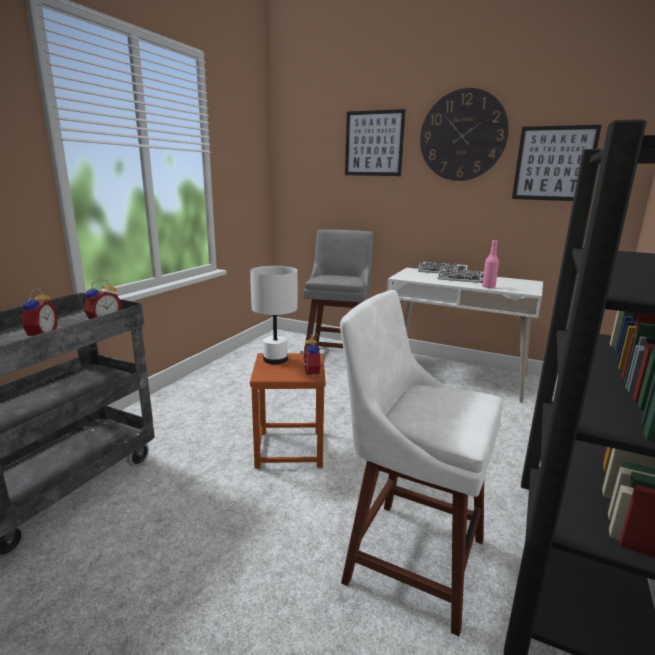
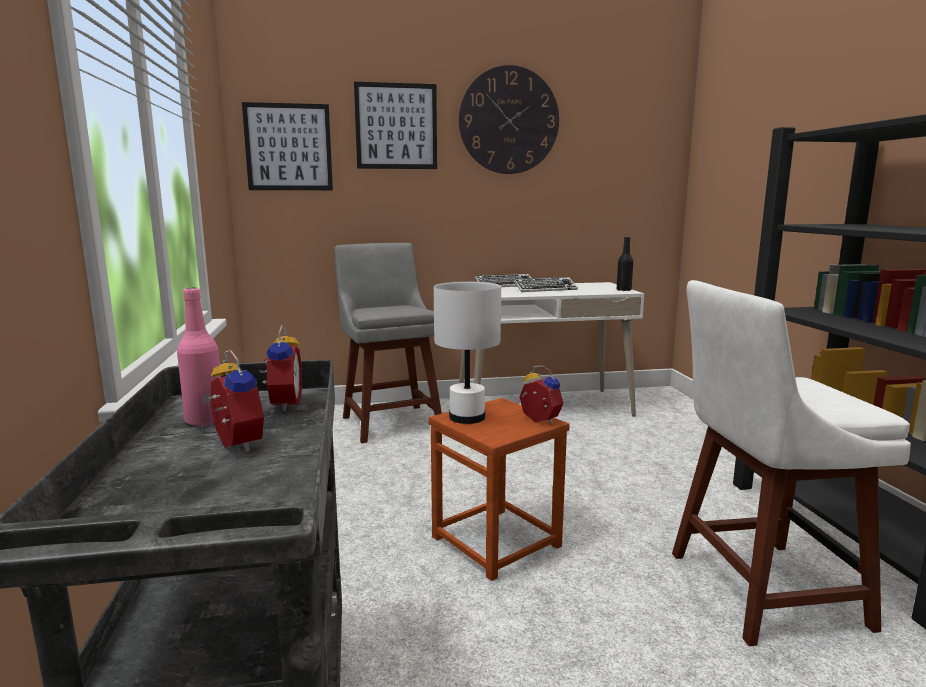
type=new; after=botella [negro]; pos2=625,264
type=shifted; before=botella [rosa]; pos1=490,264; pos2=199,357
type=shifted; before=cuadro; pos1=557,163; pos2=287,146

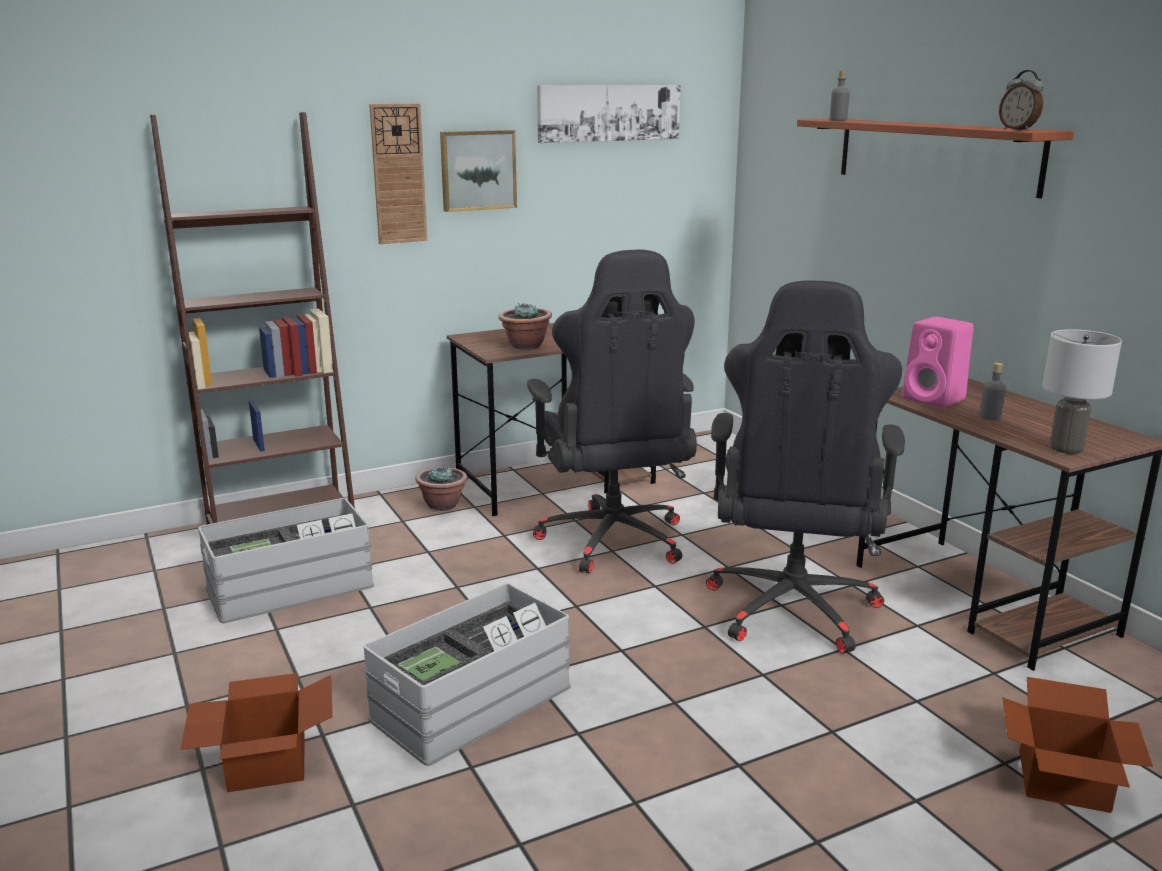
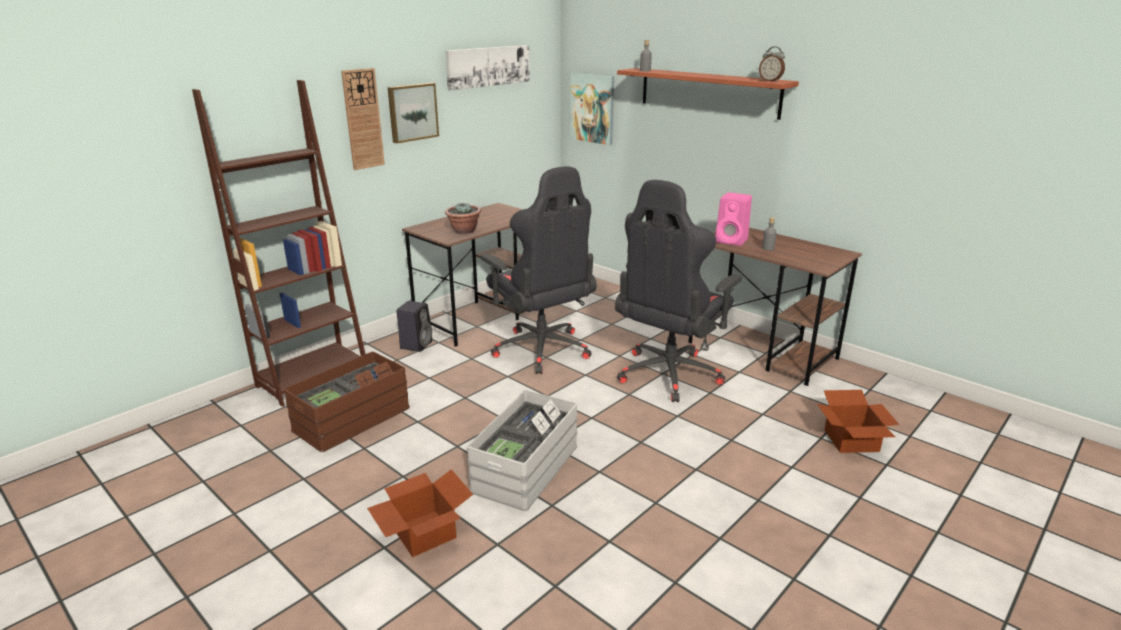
type=gone; before=lámpara de mesa [blanco]; pos1=1082,391
type=new; after=cuadro; pos2=592,108
type=swapped; before=planta en maceta; after=altavoz [negro]; pos1=441,488; pos2=414,326
type=repainted; before=caja de almacenaje [gris]; after=caja de almacenaje [marrón]; pos1=286,560; pos2=347,402
type=rotated; before=silla de oficina [negro]; pos1=805,466; pos2=678,291; turn=45

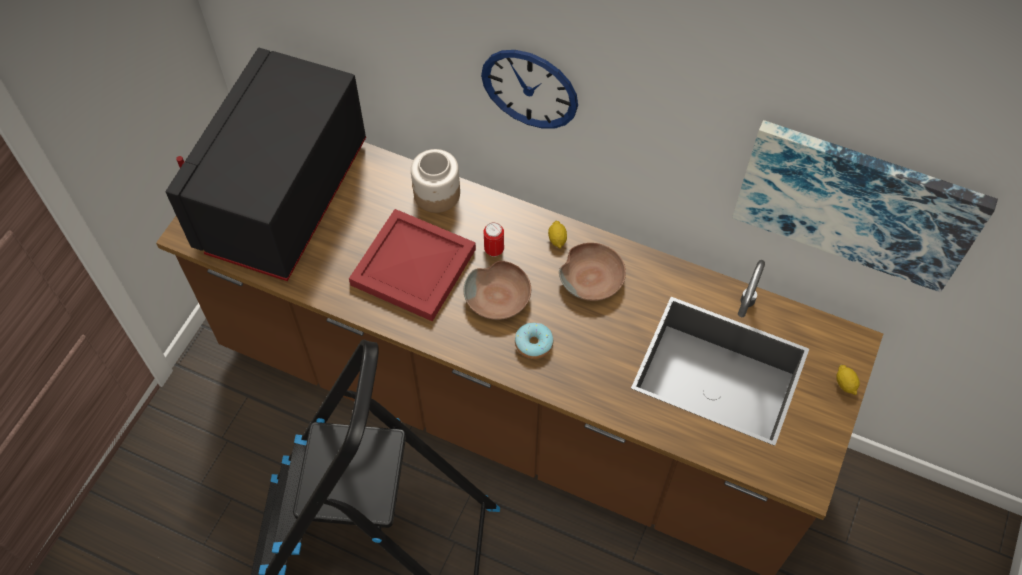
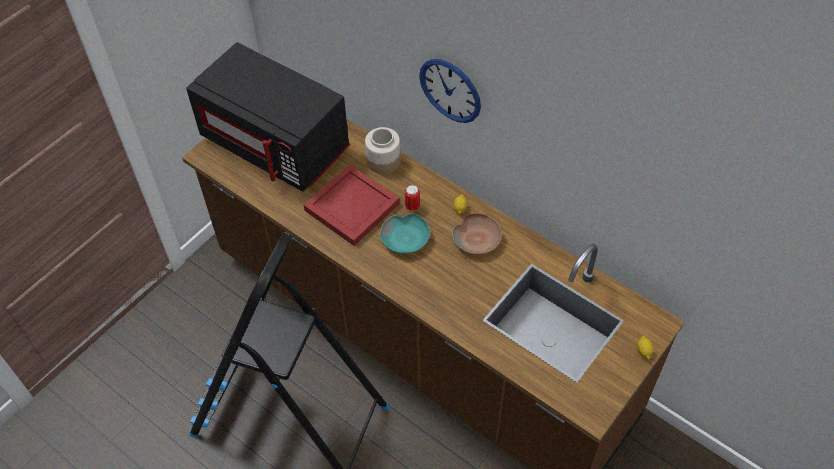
type=gone; before=rosquilla; pos1=534,341
type=gone; before=cuadro; pos1=865,206
type=repainted; before=cuenco [marrón]; after=cuenco [turquesa]; pos1=497,290; pos2=405,233
type=rotated; before=microondas [negro]; pos1=266,164; pos2=268,117; turn=-90

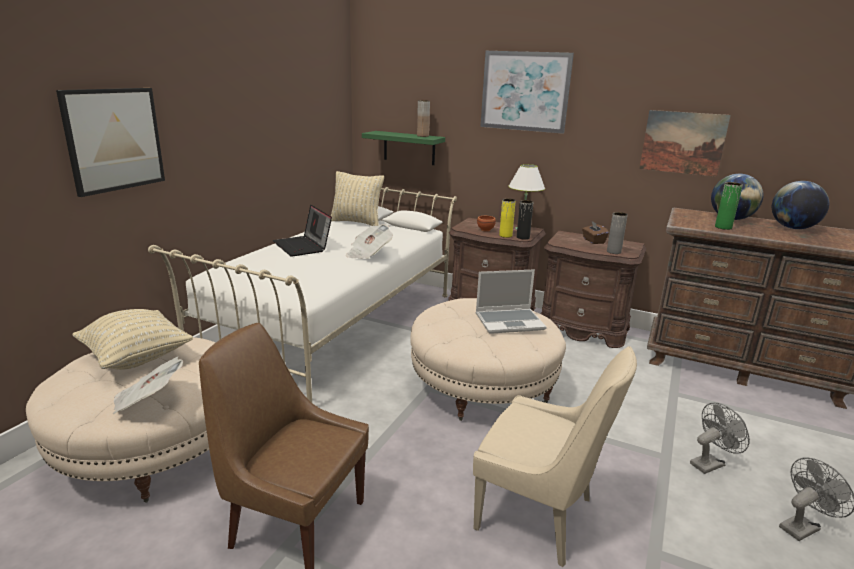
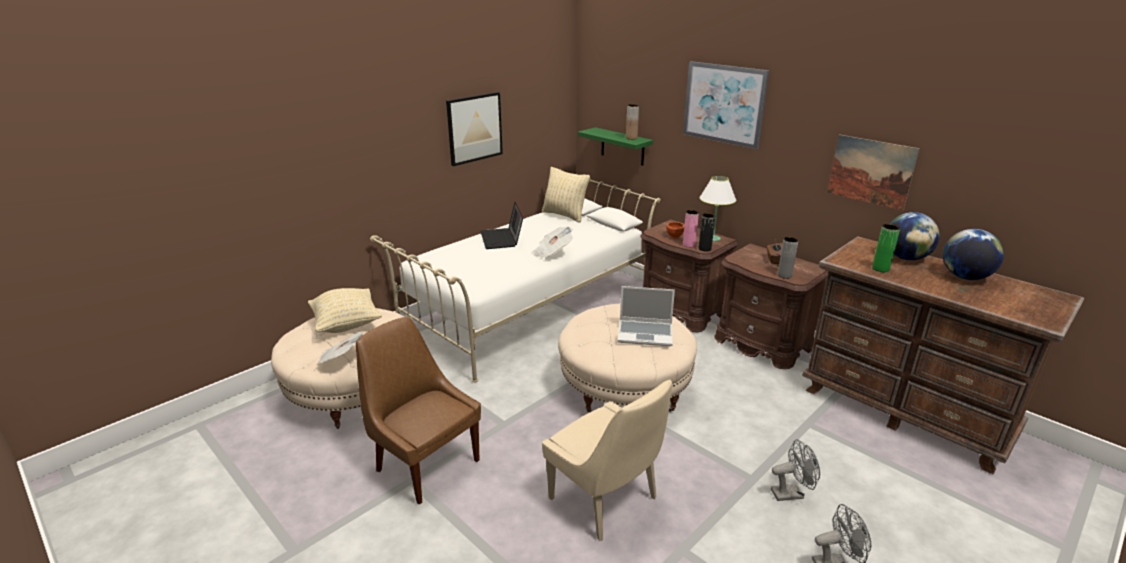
type=shifted; before=cuadro; pos1=110,142; pos2=474,129
type=repainted; before=florero [amarillo]; after=florero [rosa]; pos1=507,218; pos2=691,229

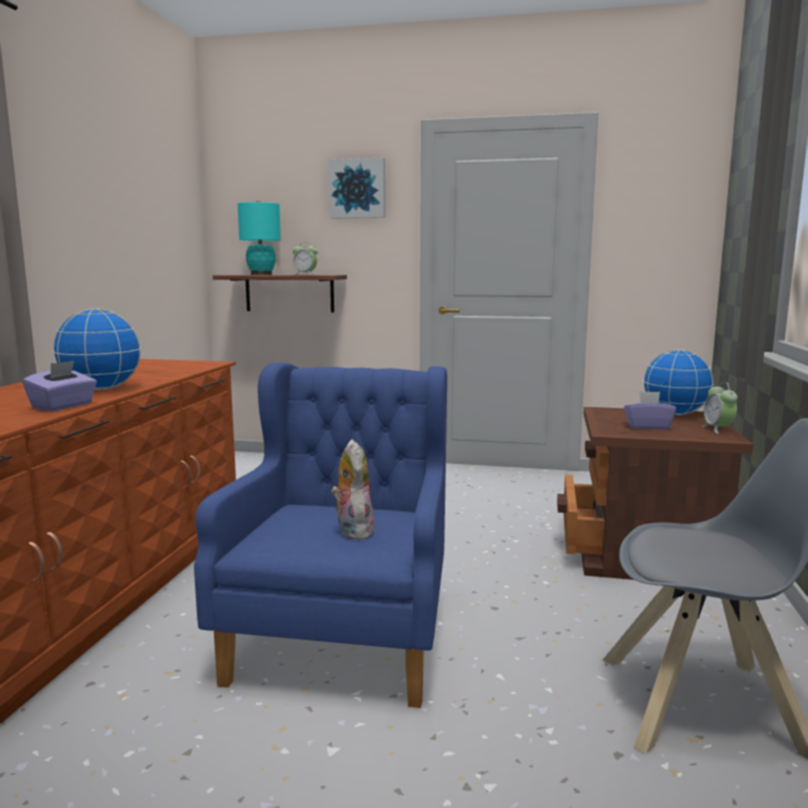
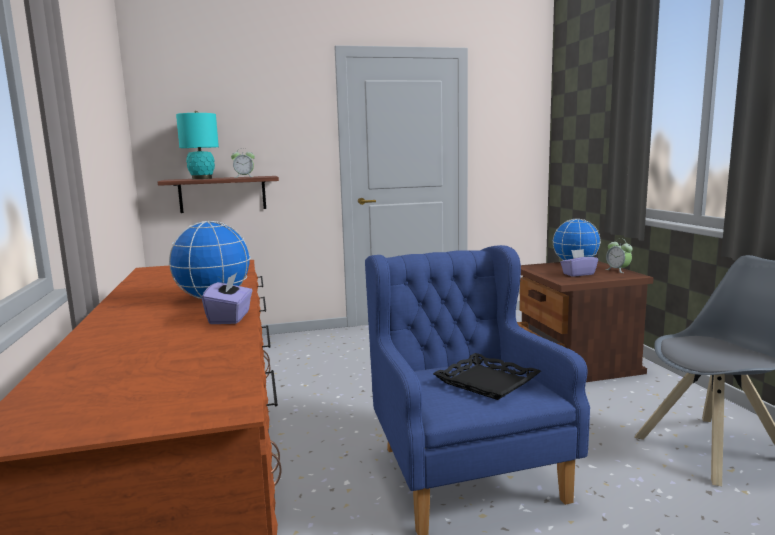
type=gone; before=cuadro; pos1=356,188
type=swapped; before=peluche; after=bandeja [negro]; pos1=353,489; pos2=487,376

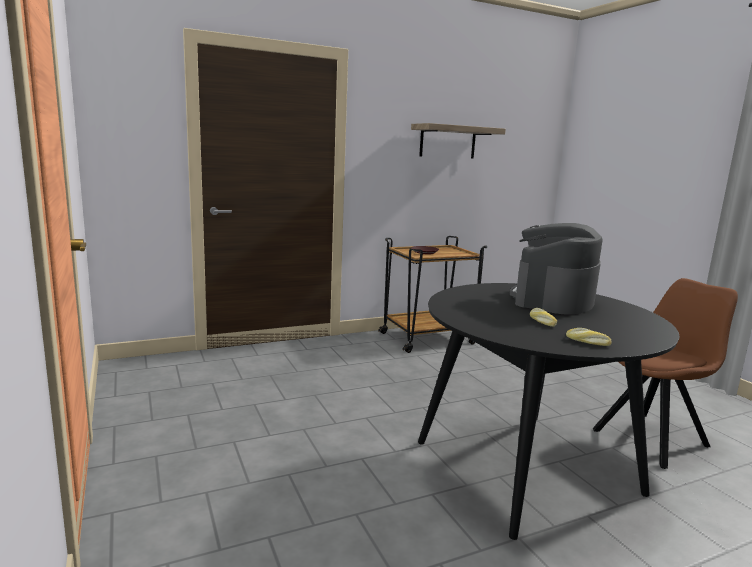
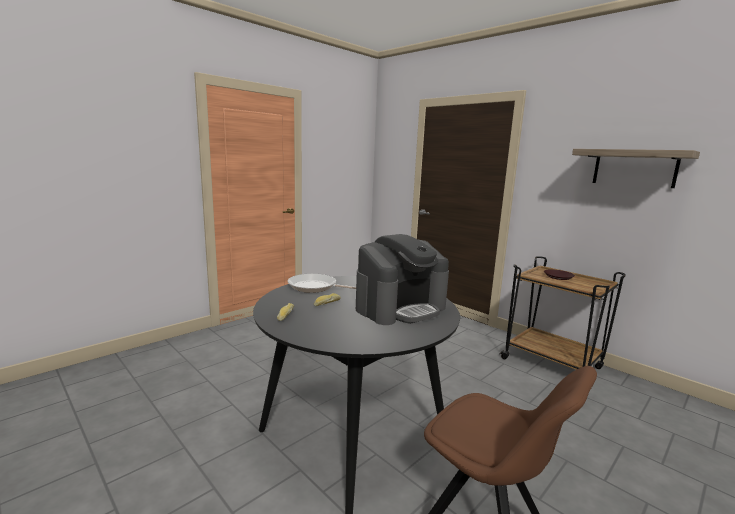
type=new; after=sartén; pos2=322,283
type=rotated; before=cafetera; pos1=556,269; pos2=402,279; turn=135

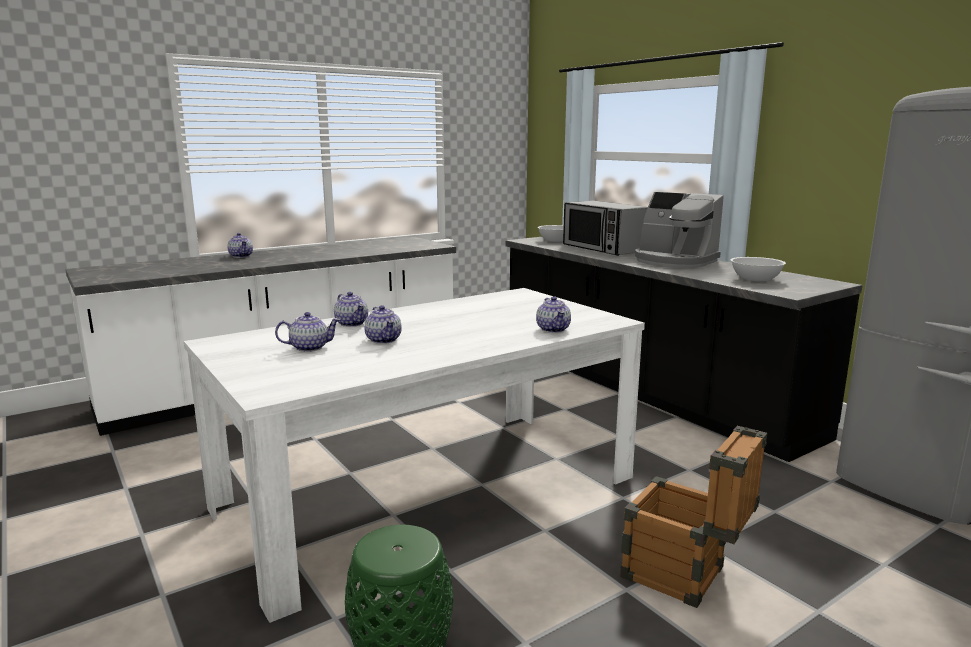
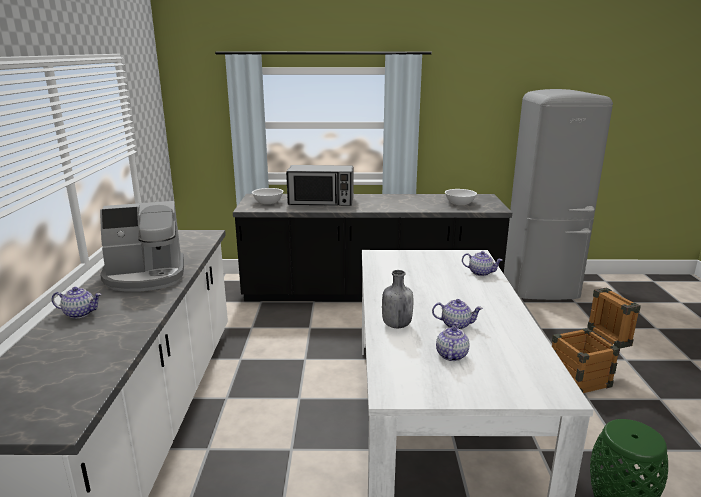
type=shifted; before=cafetera; pos1=679,230; pos2=142,246
type=swapped; before=tetera; after=botella [gris]; pos1=351,309; pos2=397,299

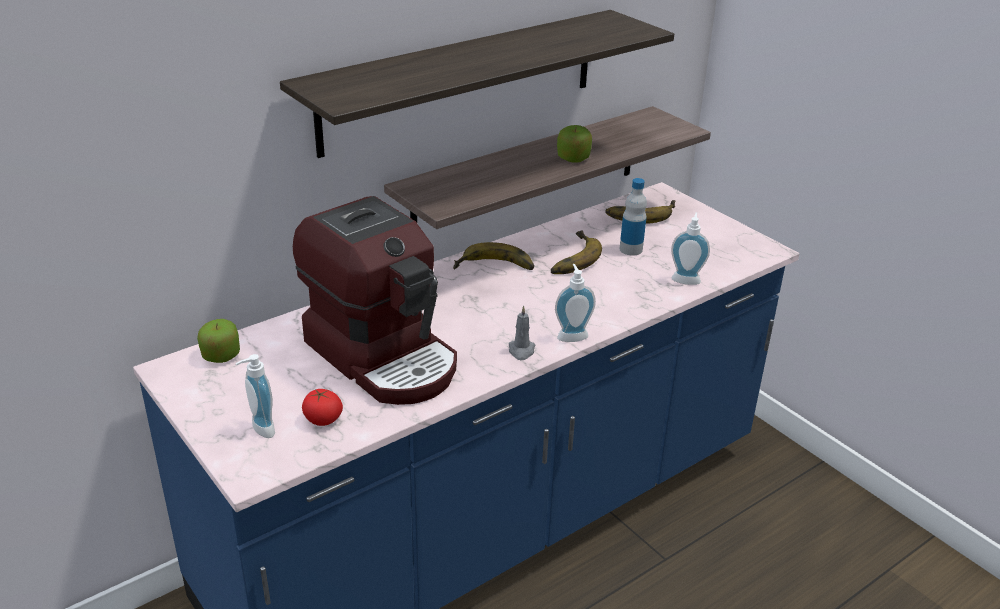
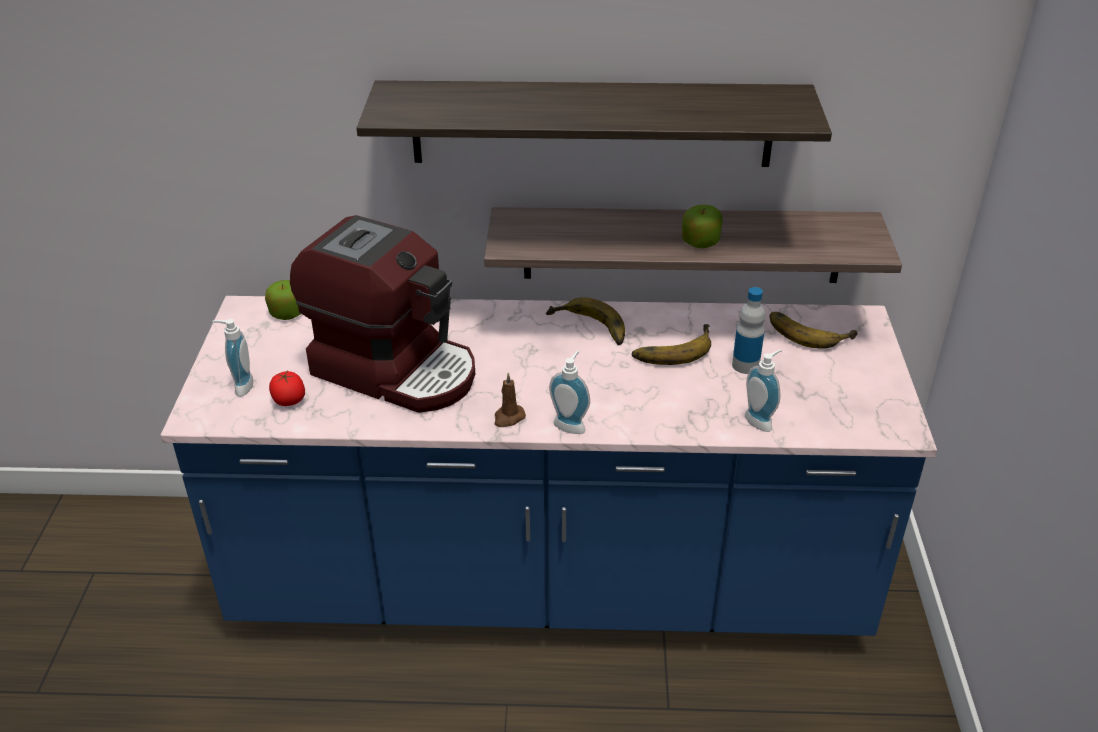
type=repainted; before=vela [gris]; after=vela [marrón]; pos1=522,332; pos2=510,400
type=rotated; before=cafetera; pos1=375,300; pos2=382,314; turn=-60

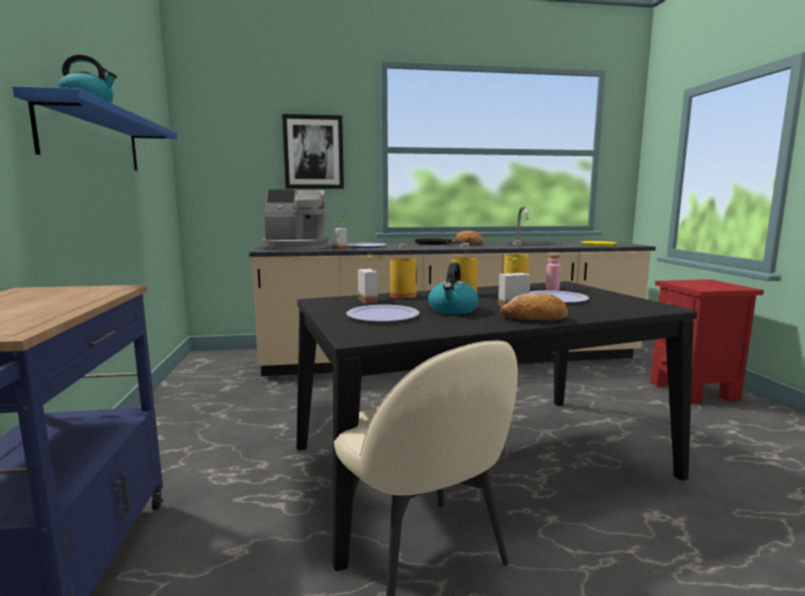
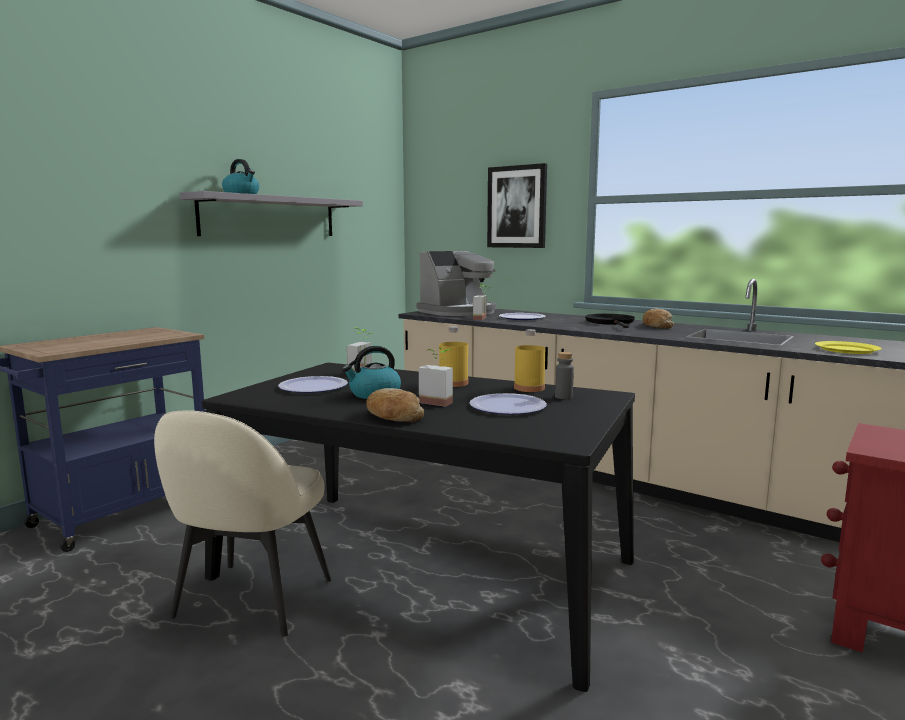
type=gone; before=botella [amarillo]; pos1=403,271
type=repainted; before=estante [azul]; after=estante [gris]; pos1=95,128; pos2=271,213
type=repainted; before=botella [rosa]; after=botella [gris]; pos1=553,272; pos2=564,375
type=rotated; before=cafetera; pos1=295,219; pos2=456,283; turn=-75

